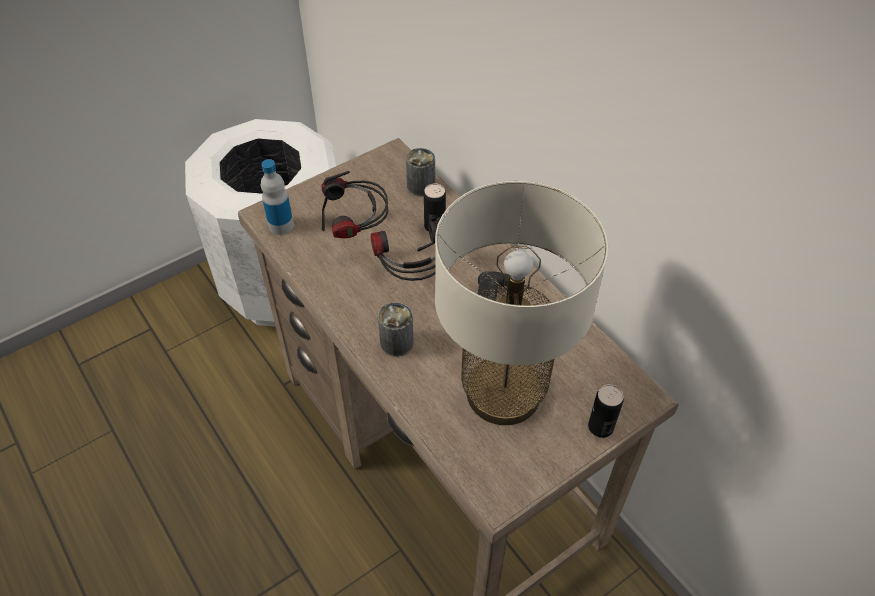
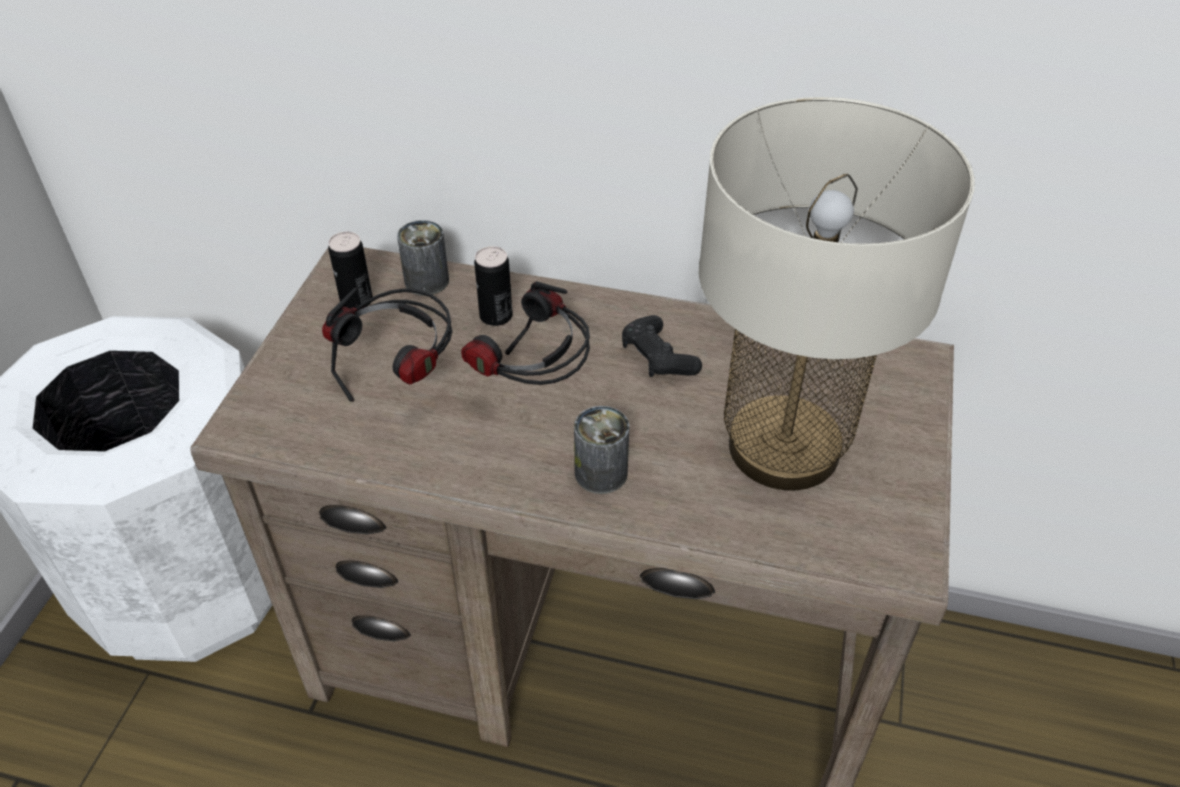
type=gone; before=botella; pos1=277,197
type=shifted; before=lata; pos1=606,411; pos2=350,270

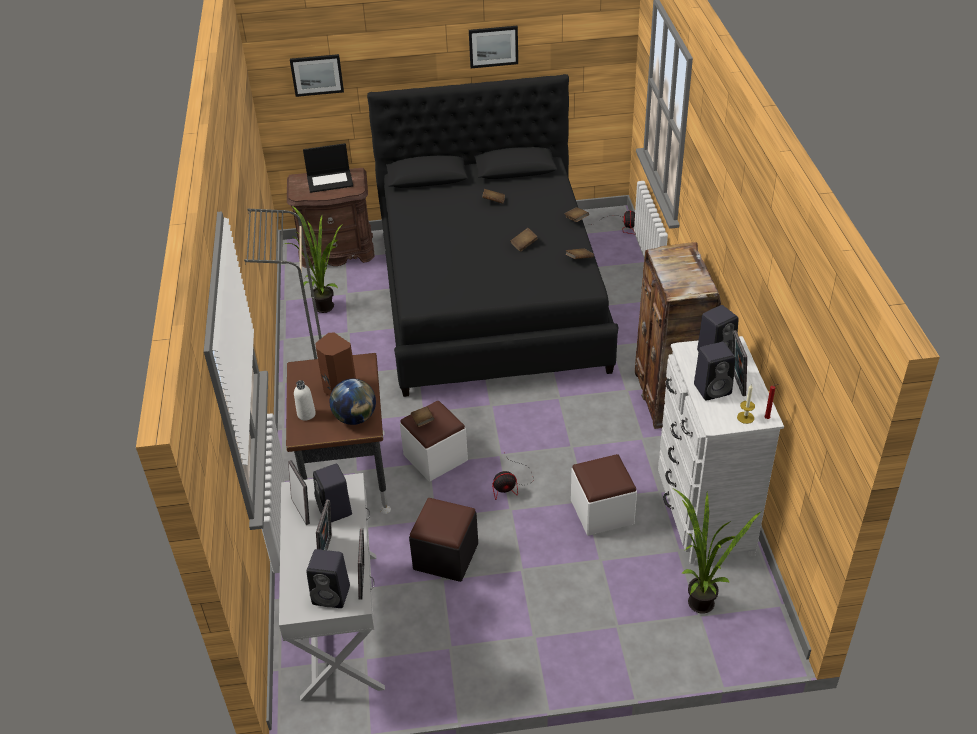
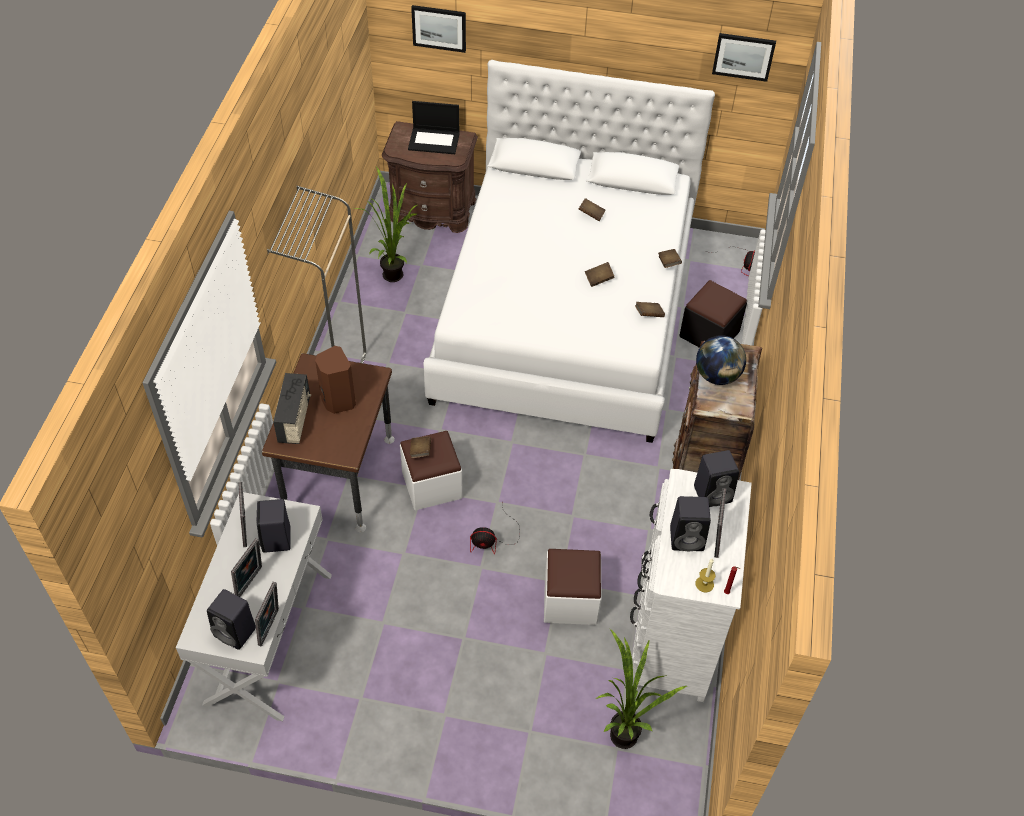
type=shifted; before=globo terráqueo; pos1=353,402; pos2=721,360
type=shifted; before=puf [negro]; pos1=443,540; pos2=713,314
type=shifted; before=cuadro; pos1=493,47; pos2=744,57
type=swapped; before=botella [blanco]; after=radio; pos1=305,400; pos2=292,408
type=repainted; before=cama [negro]; after=cama [blanco]; pos1=493,235; pos2=569,251

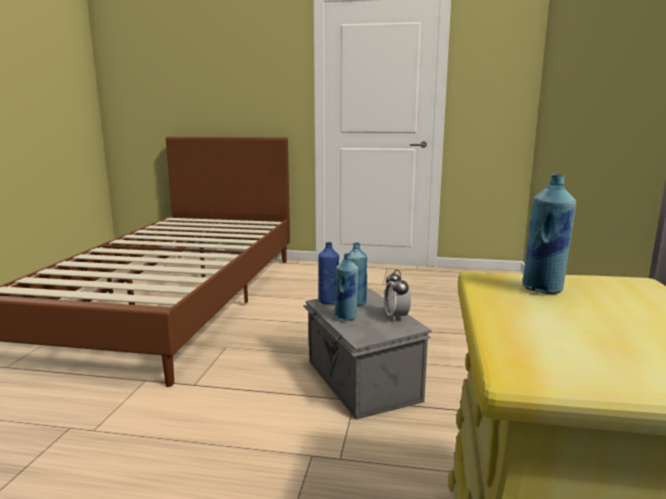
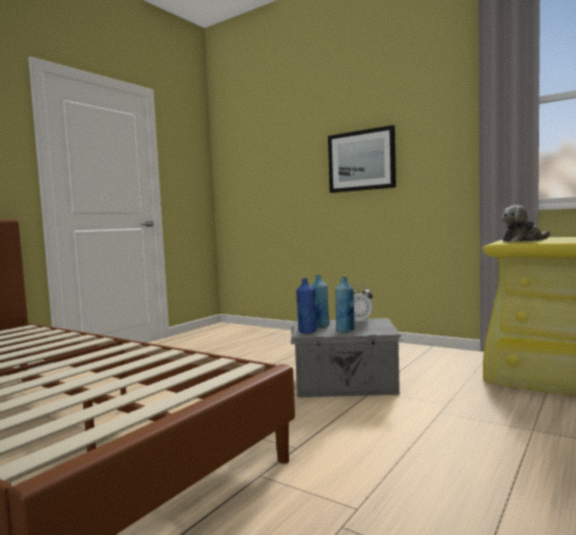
type=new; after=cuadro; pos2=362,159
type=swapped; before=botella [azul]; after=peluche; pos1=549,234; pos2=526,223

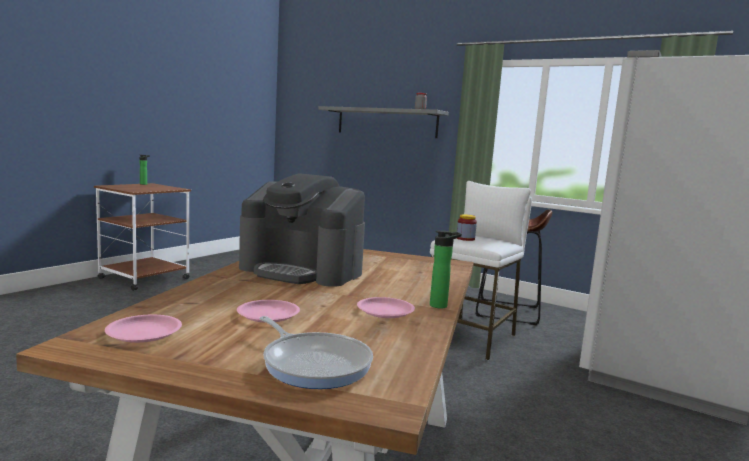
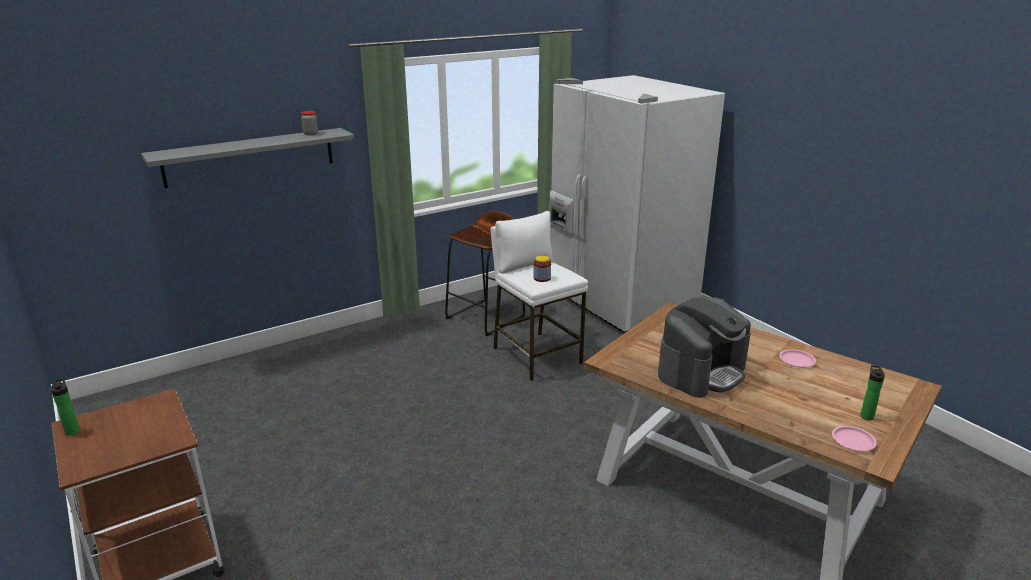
type=gone; before=plato [rosa]; pos1=268,311
type=gone; before=sartén; pos1=316,352
type=shifted; before=botella; pos1=446,269; pos2=872,393

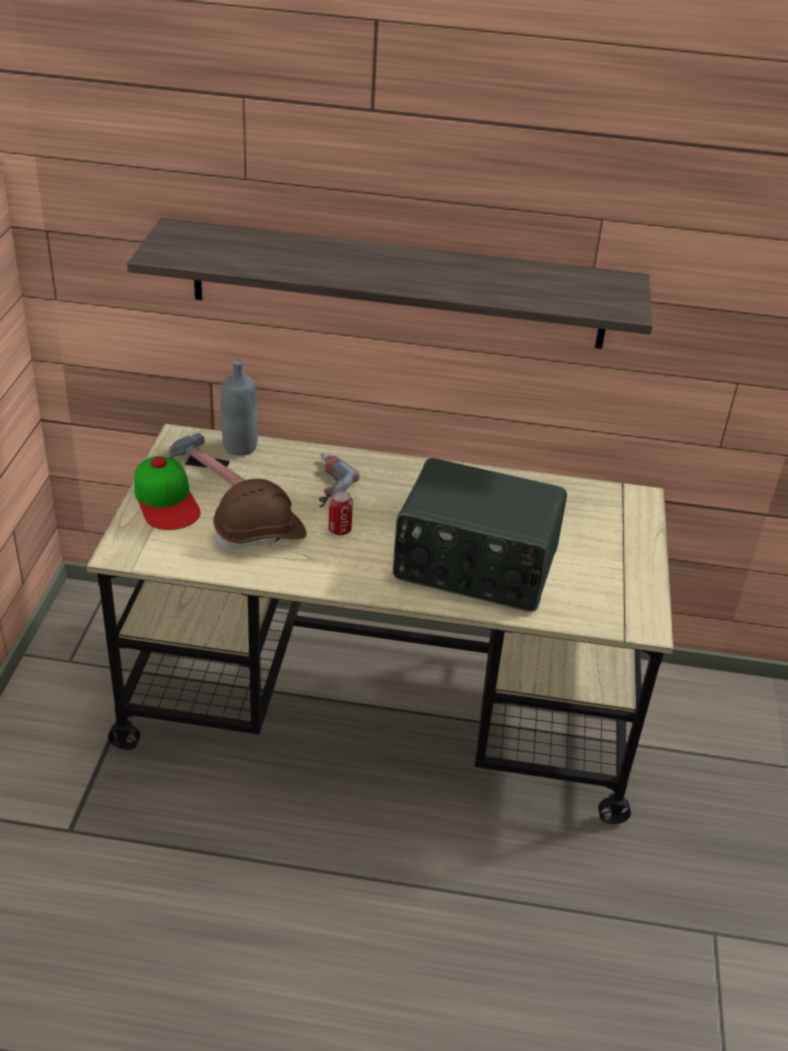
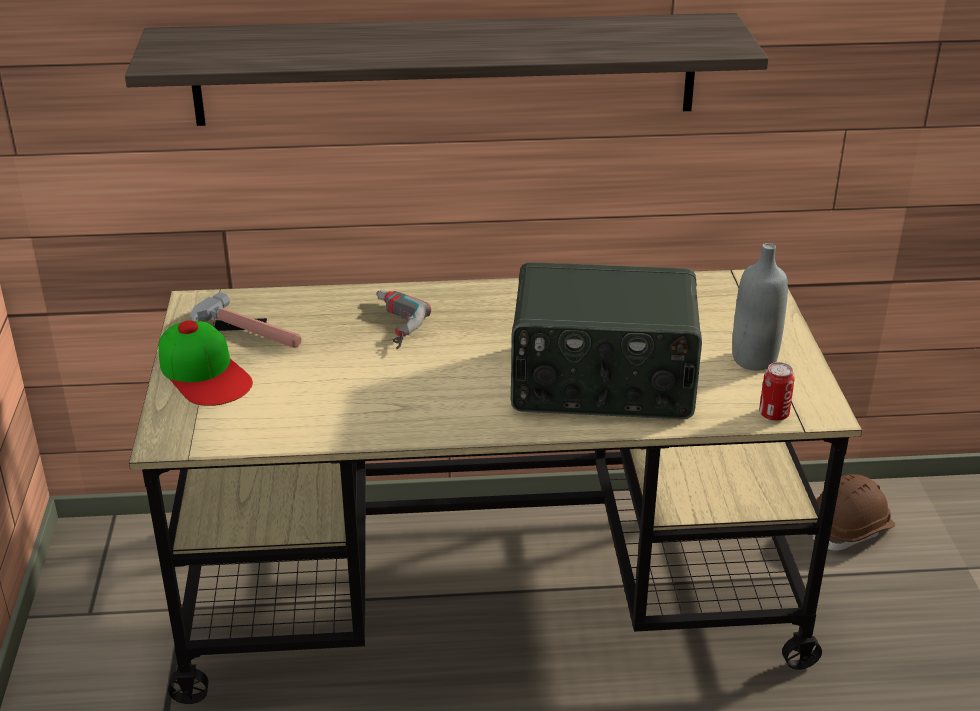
type=shifted; before=casco [marrón]; pos1=259,514; pos2=853,512
type=shifted; before=botella [gris]; pos1=239,408; pos2=760,307
type=shifted; before=lata; pos1=340,512; pos2=777,391

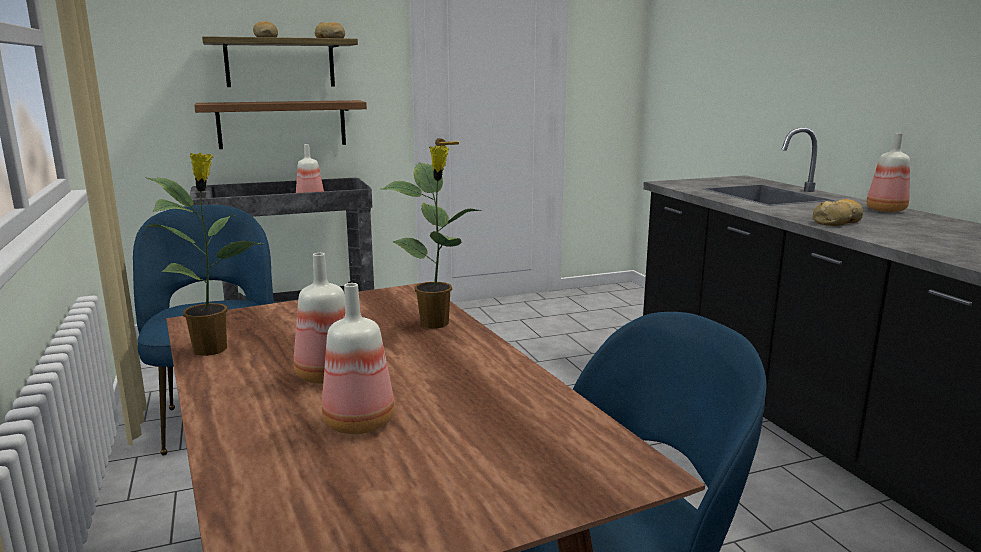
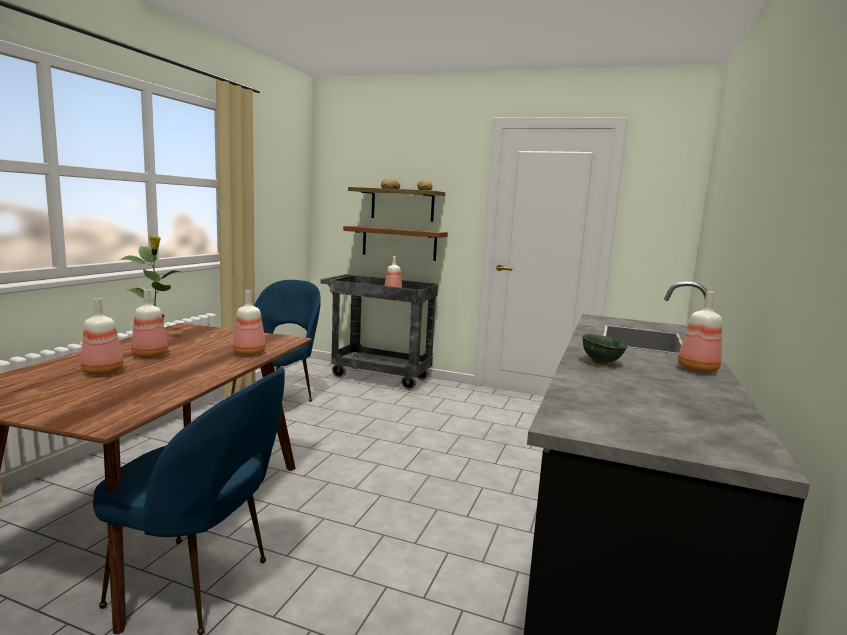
type=swapped; before=planta en maceta; after=botella; pos1=431,237; pos2=249,323
type=swapped; before=pan; after=cuenco [verde]; pos1=838,212; pos2=604,349

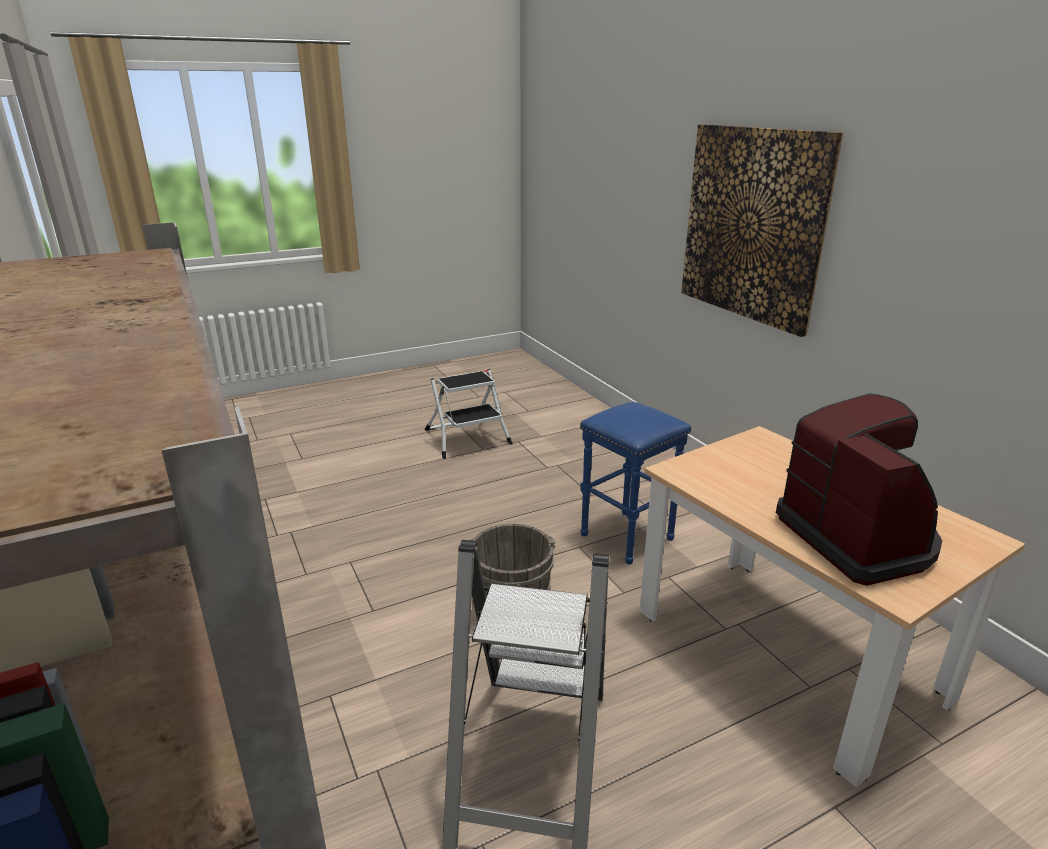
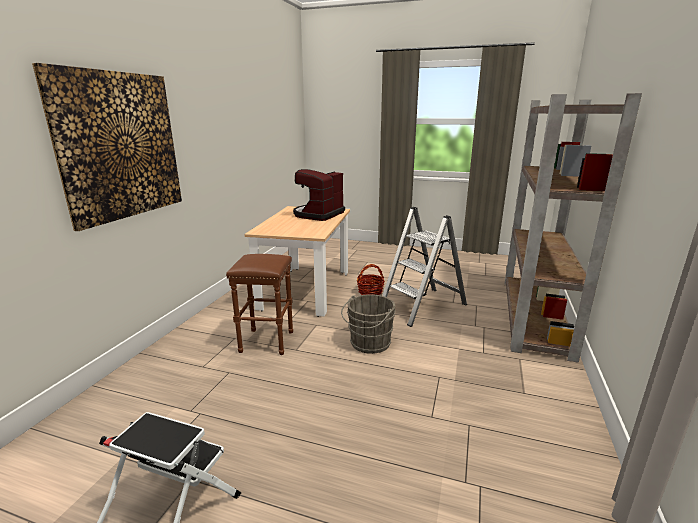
type=new; after=cesta; pos2=371,279
type=repainted; before=taburete [azul]; after=taburete [marrón]; pos1=635,483; pos2=259,304

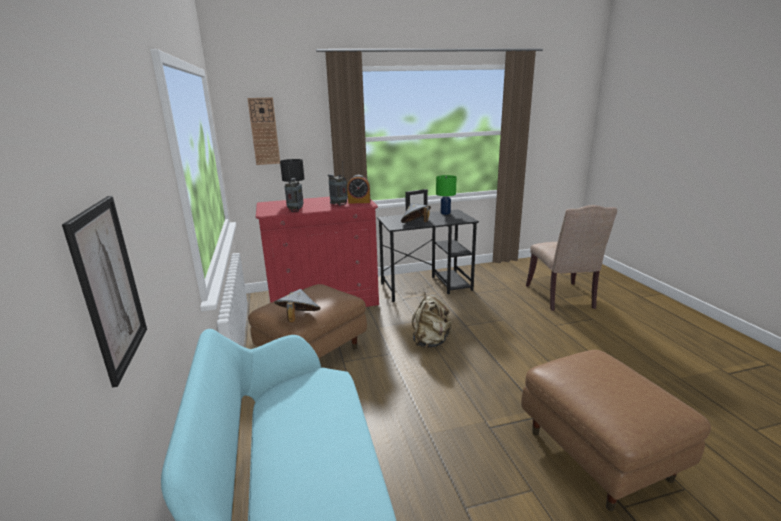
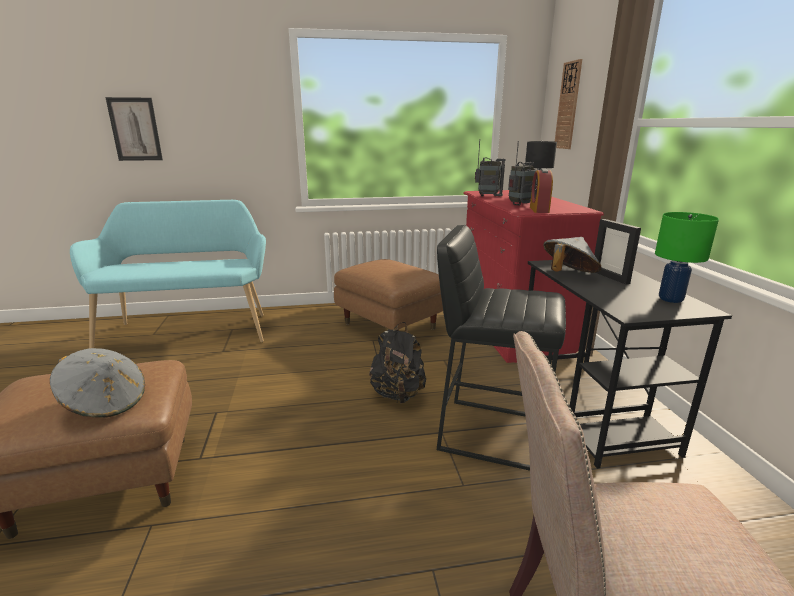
type=new; after=taburete [negro]; pos2=501,348
type=shifted; before=sombrero [gris]; pos1=297,305; pos2=97,383
type=repainted; before=mochila [beis]; after=mochila [negro]; pos1=432,320; pos2=397,362

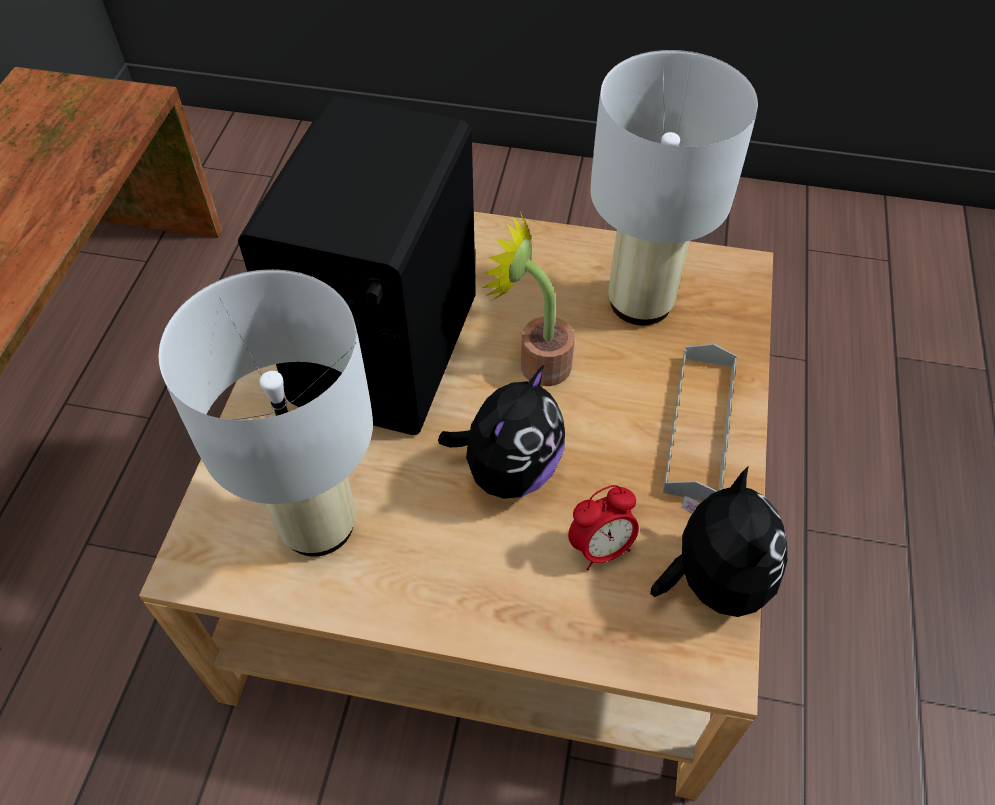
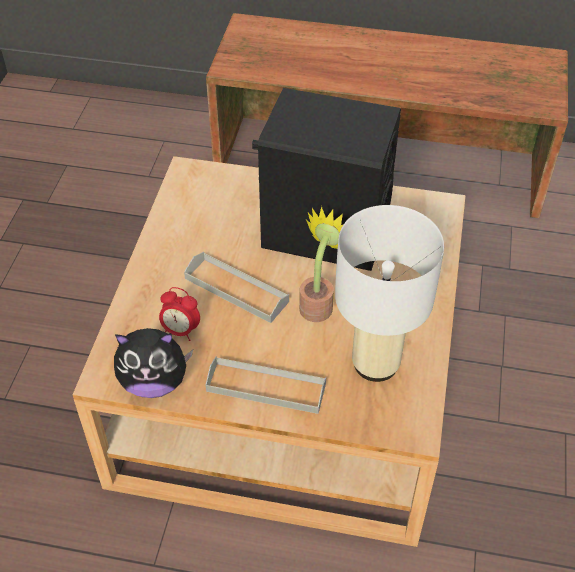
type=gone; before=lámpara de mesa [blanco]; pos1=266,412
type=swapped; before=peluche; after=bandeja [gris]; pos1=501,431; pos2=236,287
type=rotated; before=despertador; pos1=603,527; pos2=179,314; turn=-45

